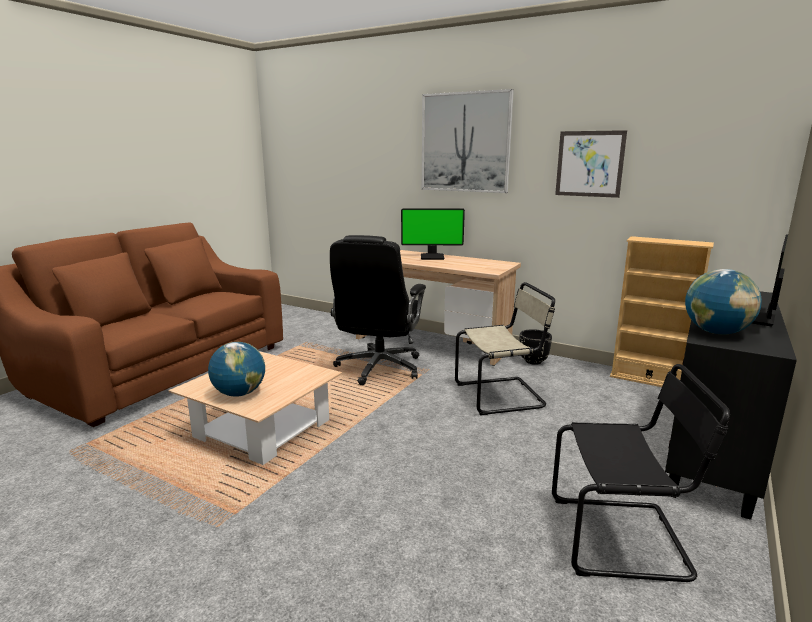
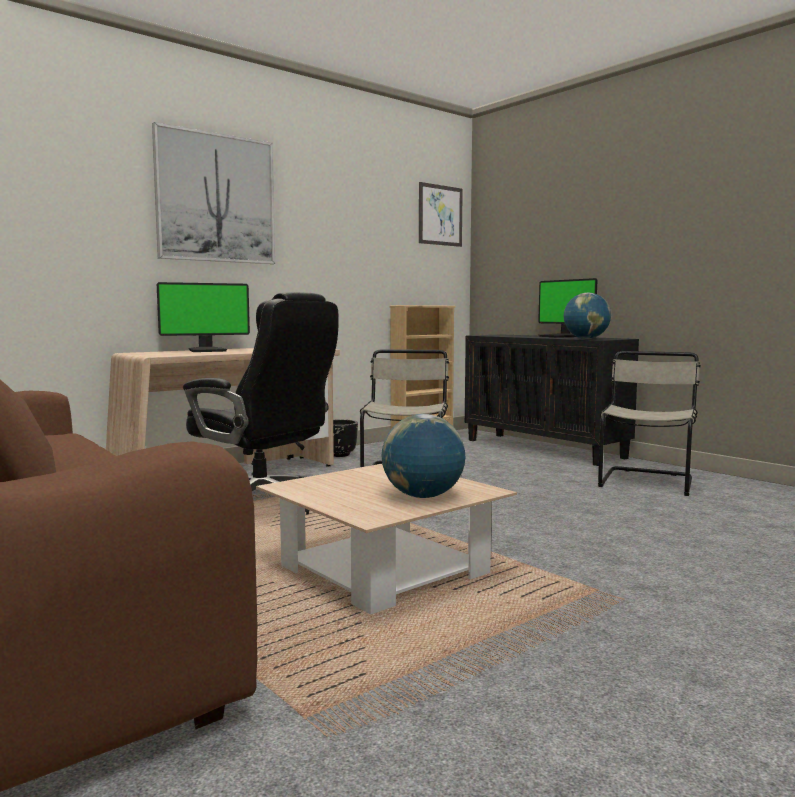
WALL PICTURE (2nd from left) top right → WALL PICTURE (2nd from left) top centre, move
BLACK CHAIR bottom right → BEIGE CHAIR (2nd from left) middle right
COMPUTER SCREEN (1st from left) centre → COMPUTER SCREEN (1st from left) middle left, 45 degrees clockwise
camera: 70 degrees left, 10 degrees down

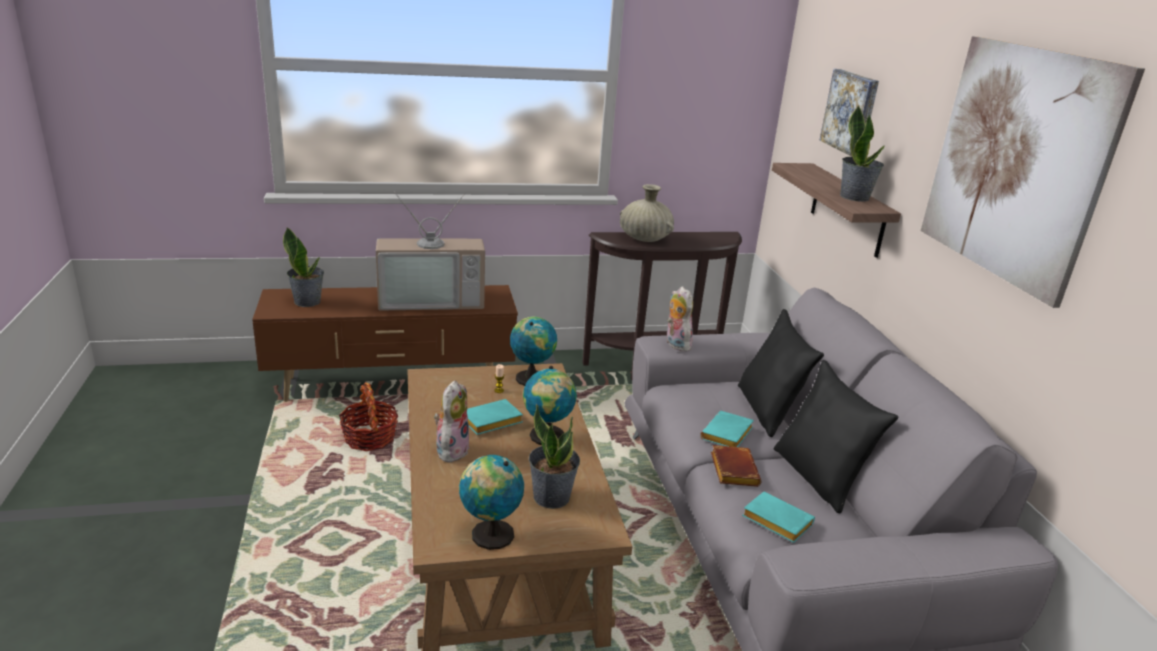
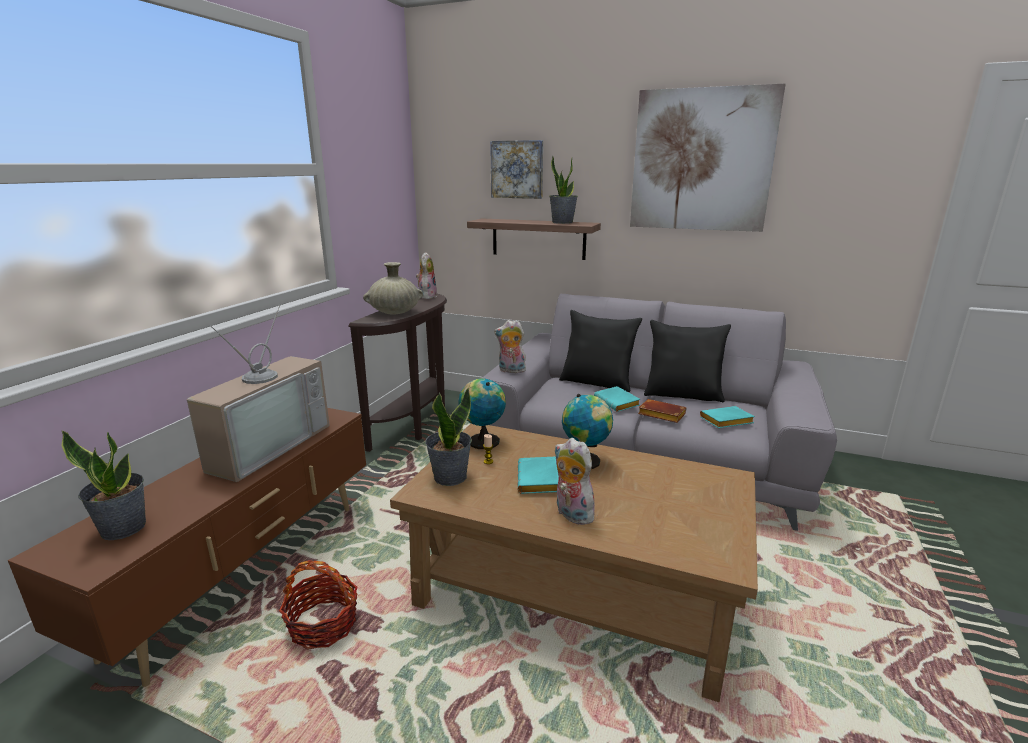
WORLD GLOBE (1st from left) bottom centre → -
- → CUDDLY TOY (1st from left) centre
POTTED PLANT (2nd from left) bottom centre → POTTED PLANT (2nd from left) centre, move
camera: 55 degrees left, 5 degrees down

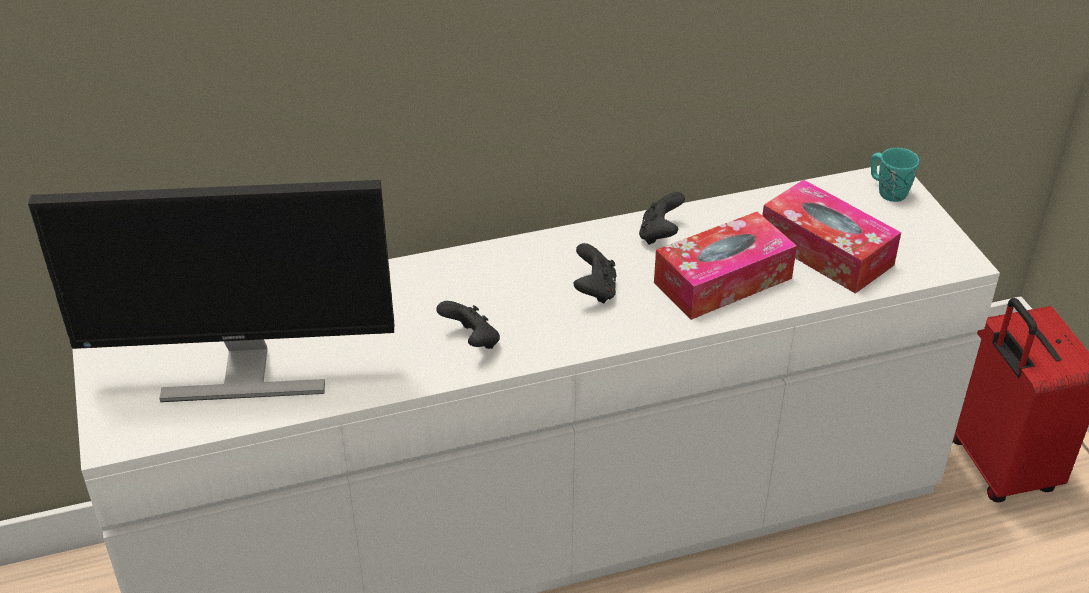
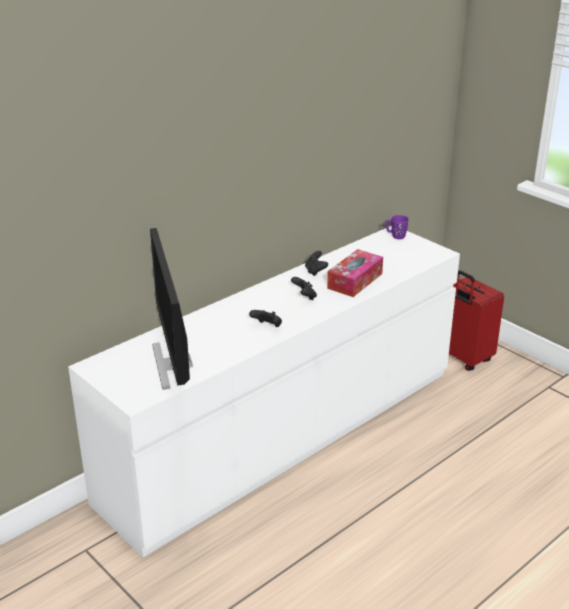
TISSUE HOLDER (2nd from left) middle right → -
TURQUOISE-COLOURED MUG top right → PURPLE-COLOURED MUG middle right
COMPUTER SCREEN middle left, 105 degrees clockwise
camera: 25 degrees left, 10 degrees down

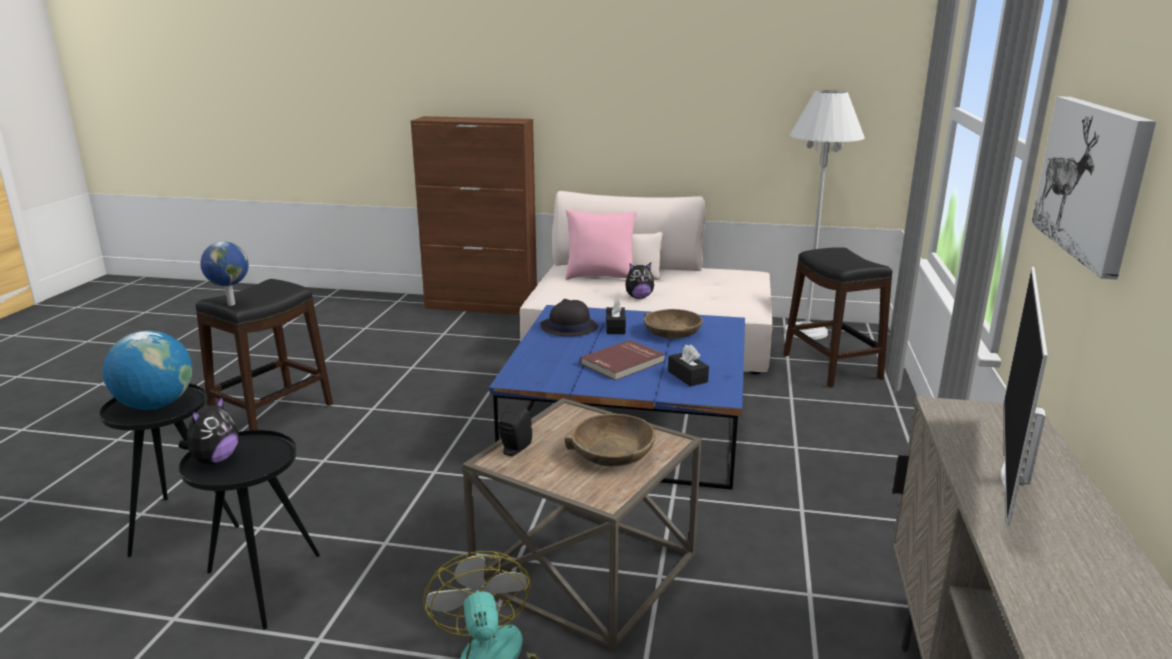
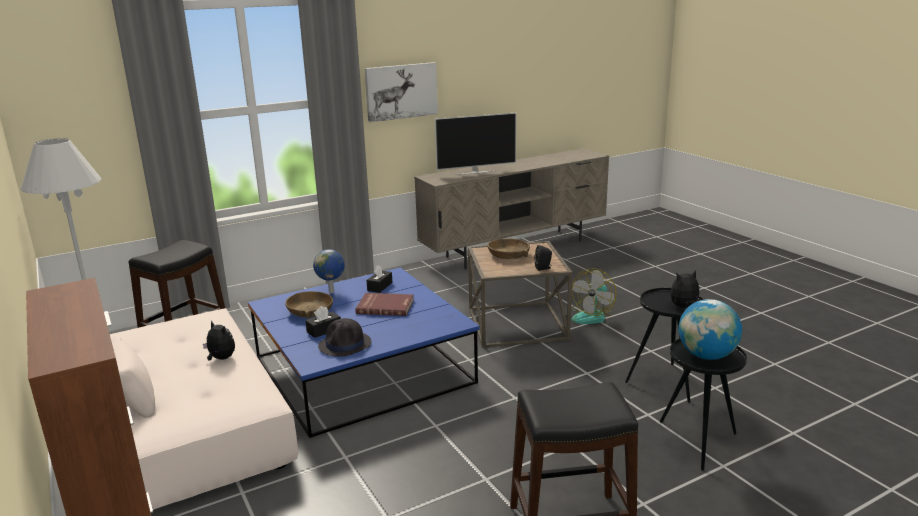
PINKISH THROW PILLOW centre → -
WORLD GLOBE (2nd from left in the first image) middle left → WORLD GLOBE (1st from left) centre, move
camera: 130 degrees left, 0 degrees up

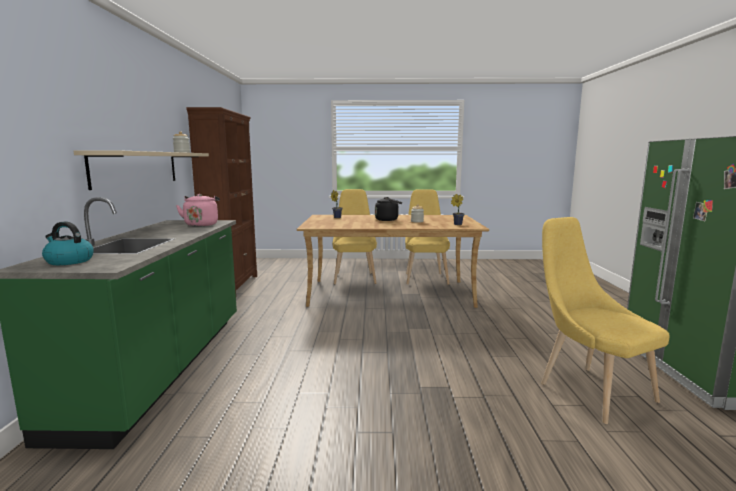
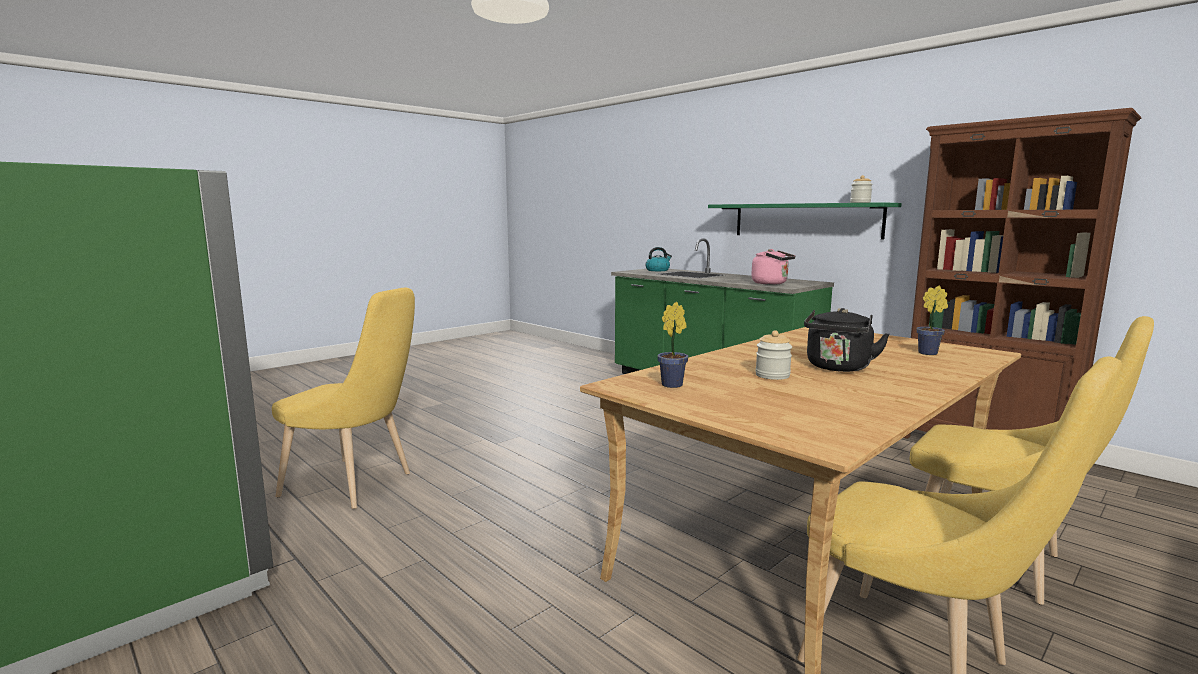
BEIGE WALL SHELF middle left → GREENISH WALL SHELF top right
camera: 135 degrees right, 0 degrees up

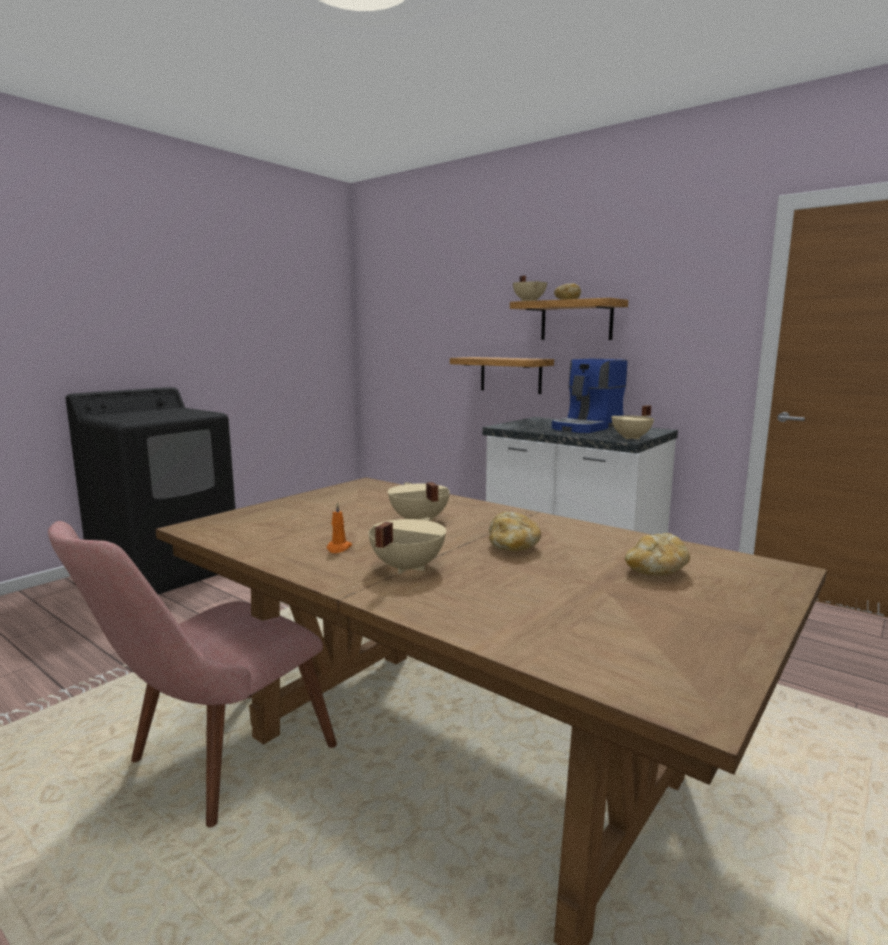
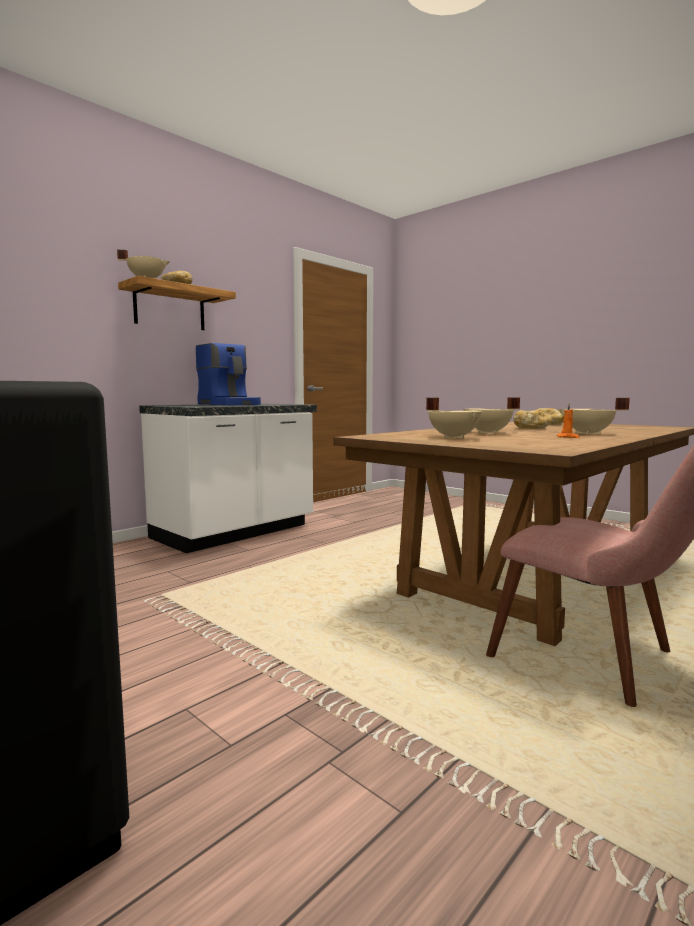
WALL SHELF (1st from left) centre → -
BEIGE COOKING POT (4th from left in the first image) middle right → BEIGE COOKING POT (2nd from left) centre, move
camera: 85 degrees left, 5 degrees down

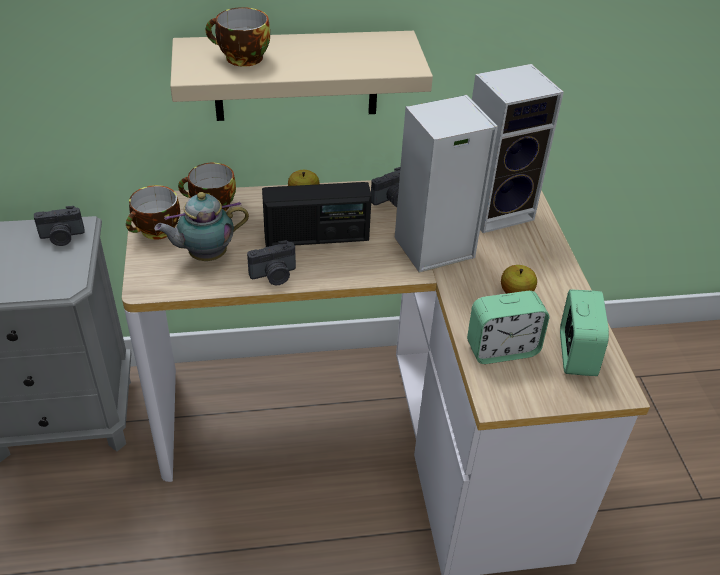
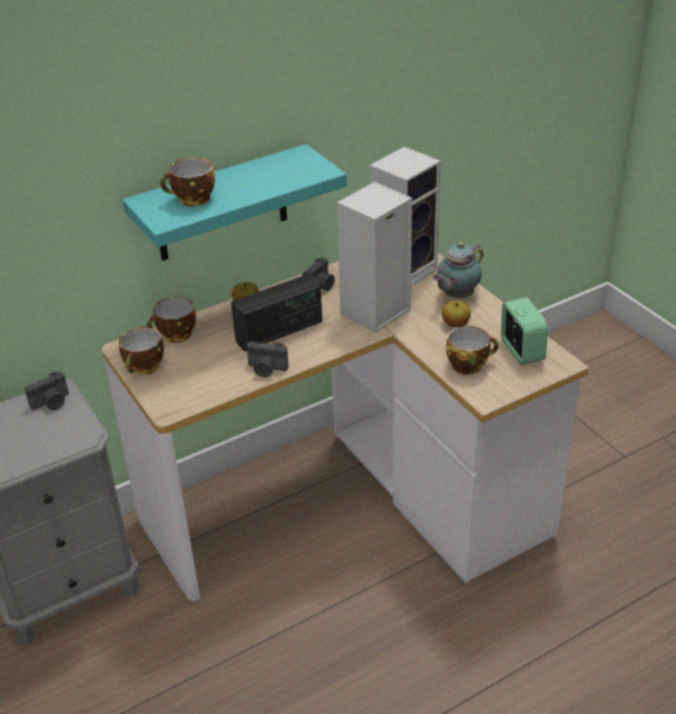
TEAPOT middle left → TEAPOT middle right, move
TABLE CLOCK (1st from left) middle right → CUP (4th from left) middle right
BEIGE WALL SHELF top centre → TURQUOISE-COLOURED WALL SHELF top centre
STILL CAMERA (2nd from left) centre, 60 degrees clockwise
camera: 20 degrees left, 5 degrees down

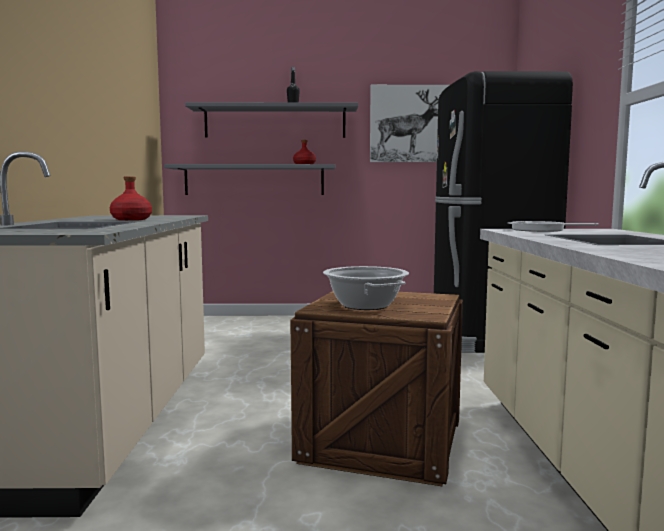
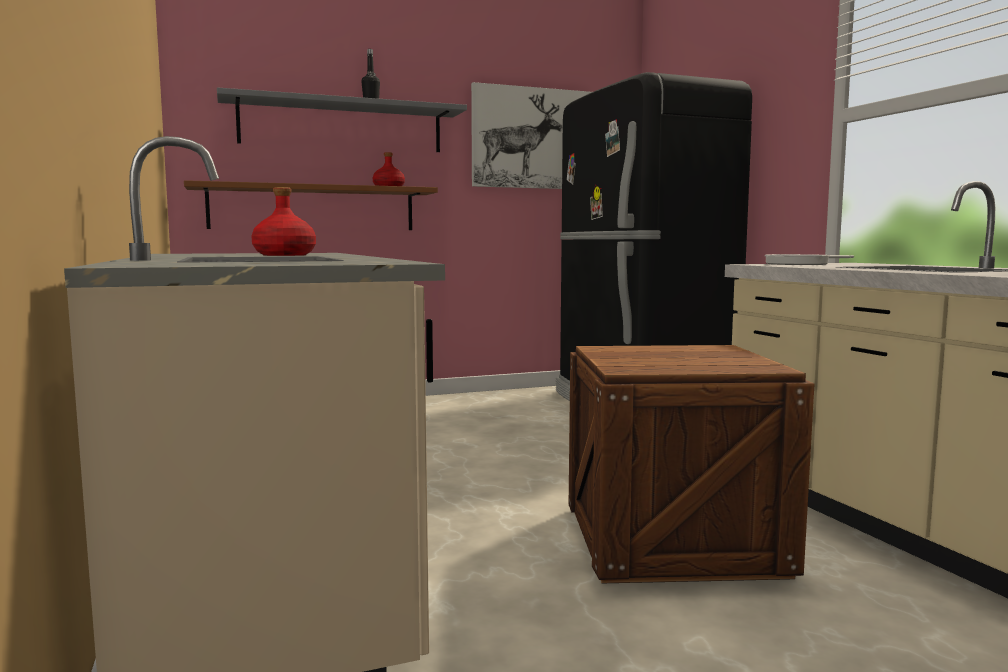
COOKING POT centre → -
GREYISH WALL SHELF (1st from left) centre → BROWN WALL SHELF top left
camera: 20 degrees left, 0 degrees up

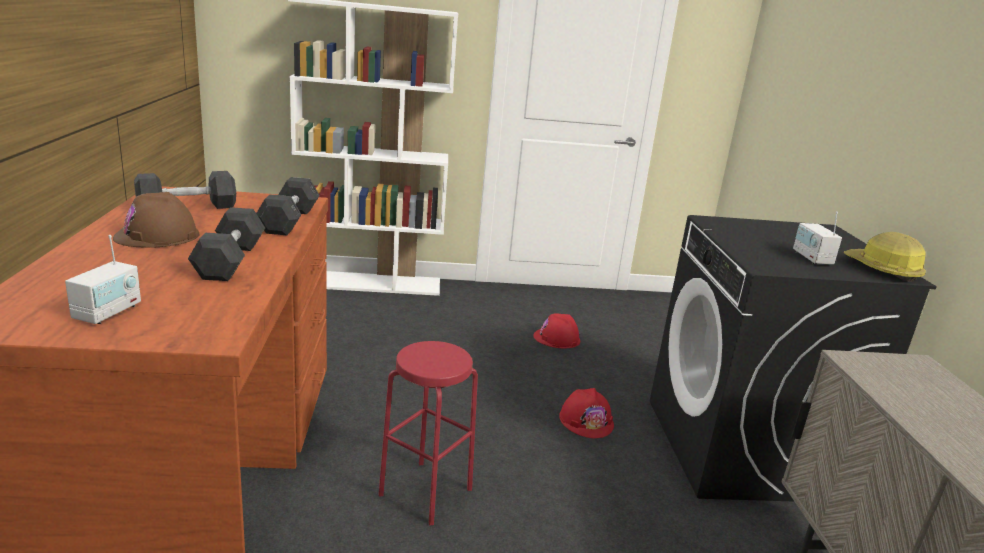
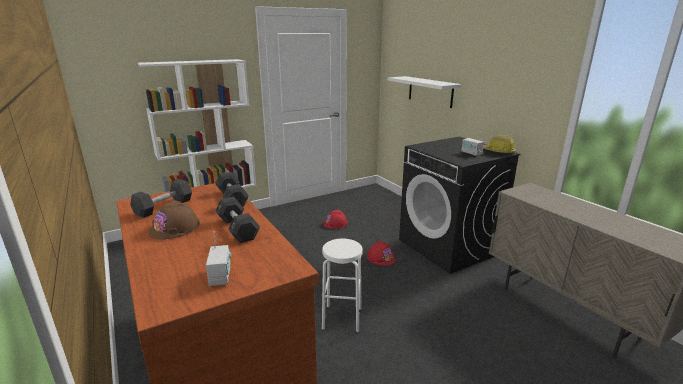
- → WHITISH WALL SHELF top centre
RED SITTING STOOL bottom centre → WHITISH SITTING STOOL bottom centre
camera: 25 degrees left, 0 degrees up

